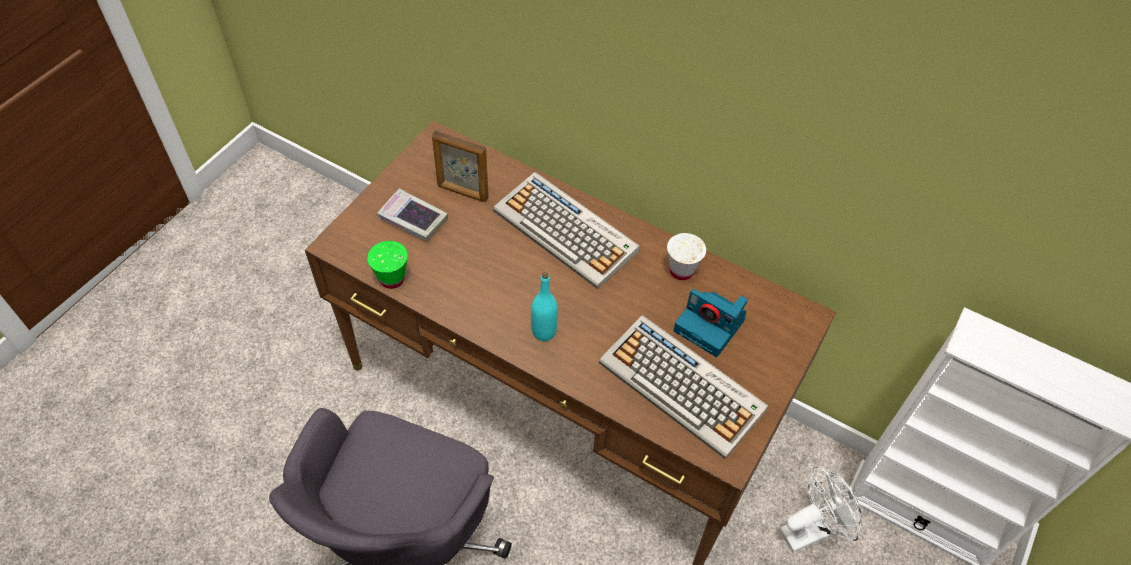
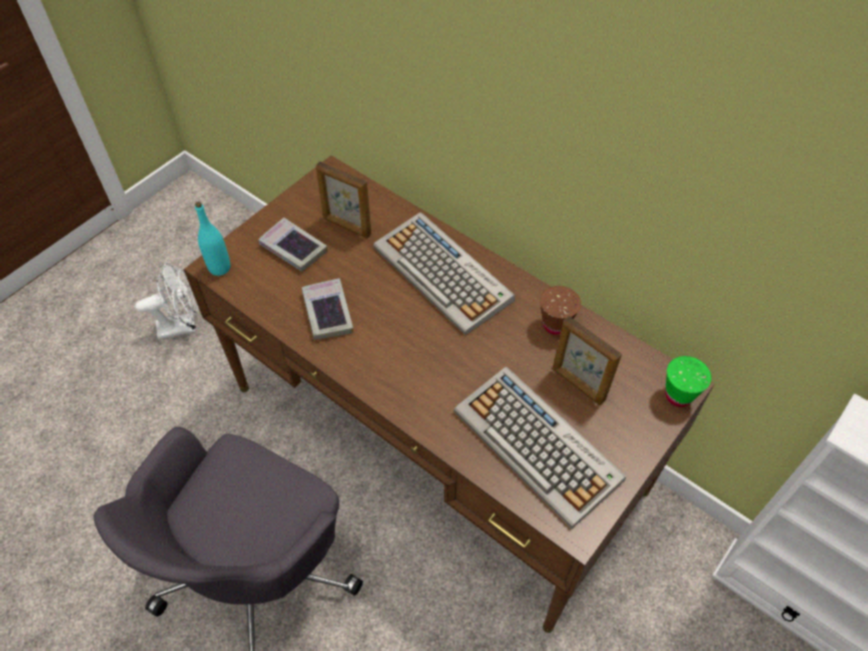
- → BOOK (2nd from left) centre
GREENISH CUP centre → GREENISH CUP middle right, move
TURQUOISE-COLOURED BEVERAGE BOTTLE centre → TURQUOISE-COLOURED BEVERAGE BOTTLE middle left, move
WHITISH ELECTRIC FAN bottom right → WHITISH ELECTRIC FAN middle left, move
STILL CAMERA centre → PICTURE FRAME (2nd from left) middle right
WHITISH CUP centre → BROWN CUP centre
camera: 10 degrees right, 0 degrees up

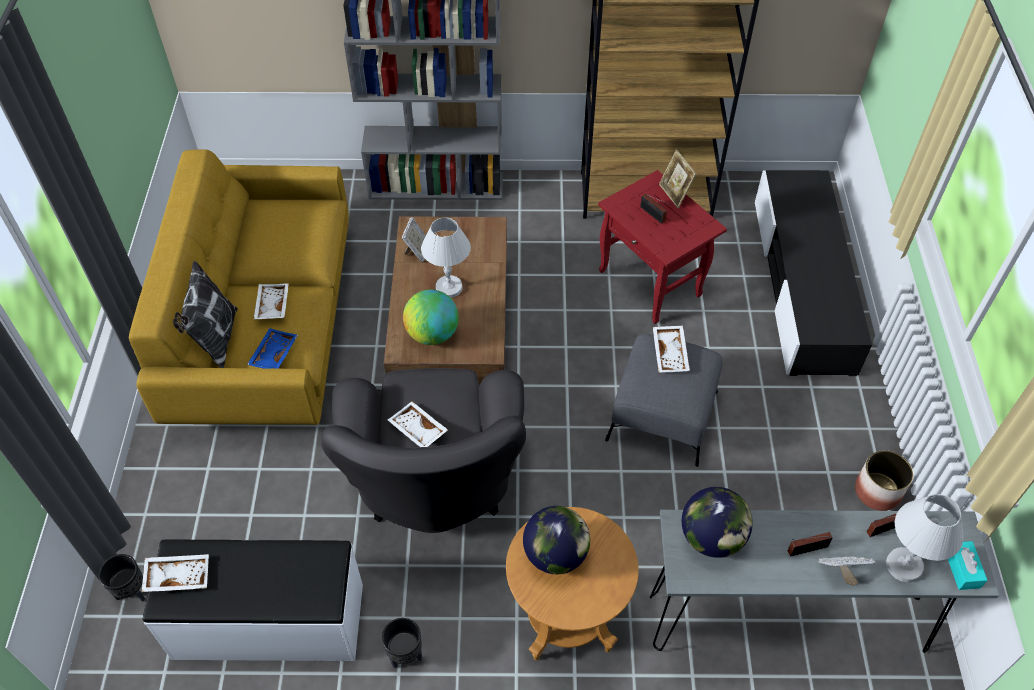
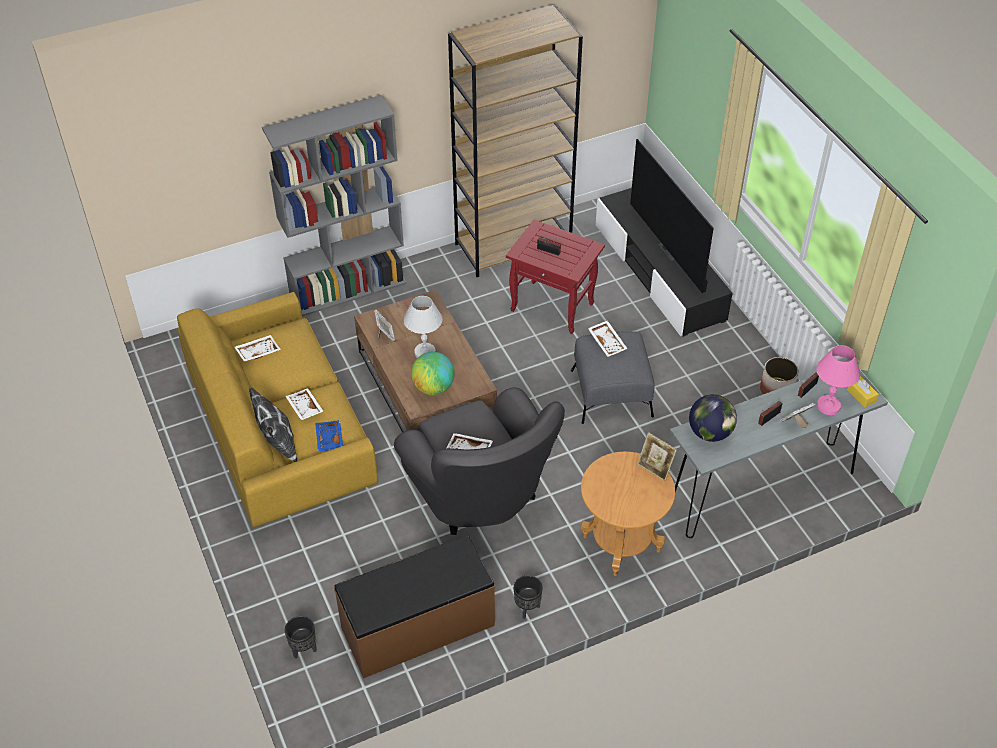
WORLD GLOBE (2nd from left) bottom centre → -
- → TV SET top right
WHITISH CARRYING TRAY (1st from left) bottom left → WHITISH CARRYING TRAY (1st from left) middle left, move
PICTURE FRAME (2nd from left) top centre → PICTURE FRAME (2nd from left) centre, move
WHITISH LONG SEAT bottom left → BROWN LONG SEAT bottom centre
WHITISH TABLE LAMP (2nd from left) bottom right → PINKISH TABLE LAMP middle right
TURQUOISE-COLOURED TISSUE HOLDER bottom right → YELLOW-COLOURED TISSUE HOLDER middle right
camera: 25 degrees left, 5 degrees down

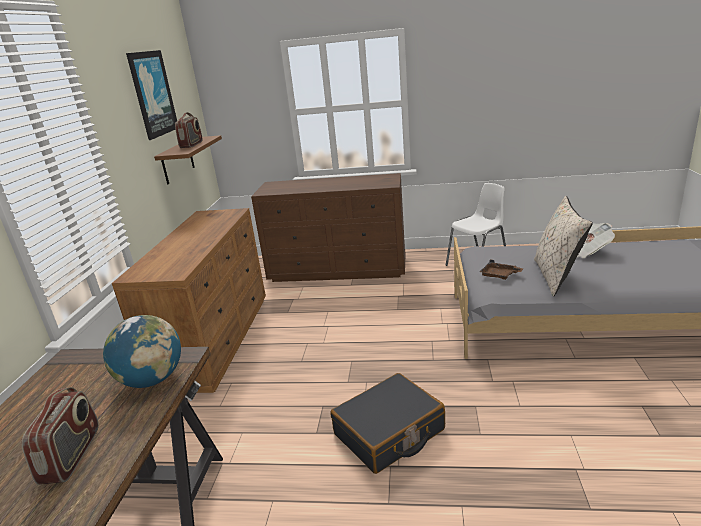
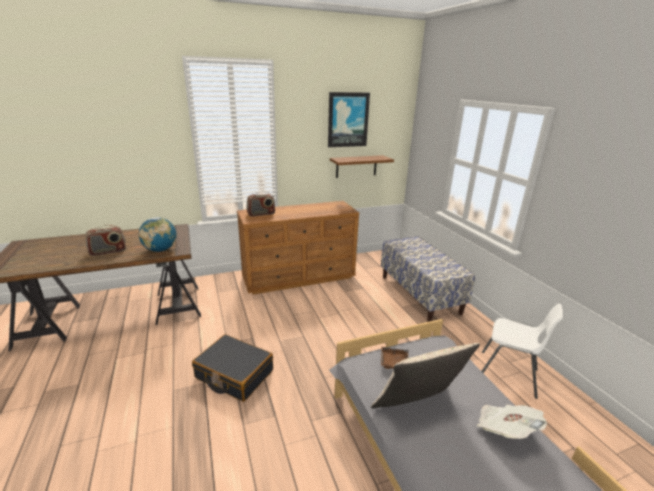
RADIO (2nd from left) top left → RADIO (2nd from left) centre, move
BROWN DRESSER (2nd from left) centre → LONG SEAT centre
camera: 60 degrees right, 0 degrees up

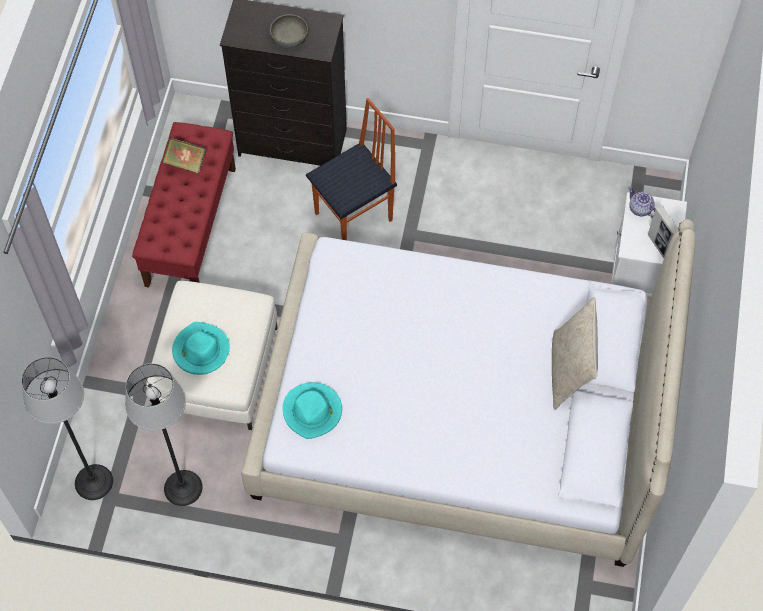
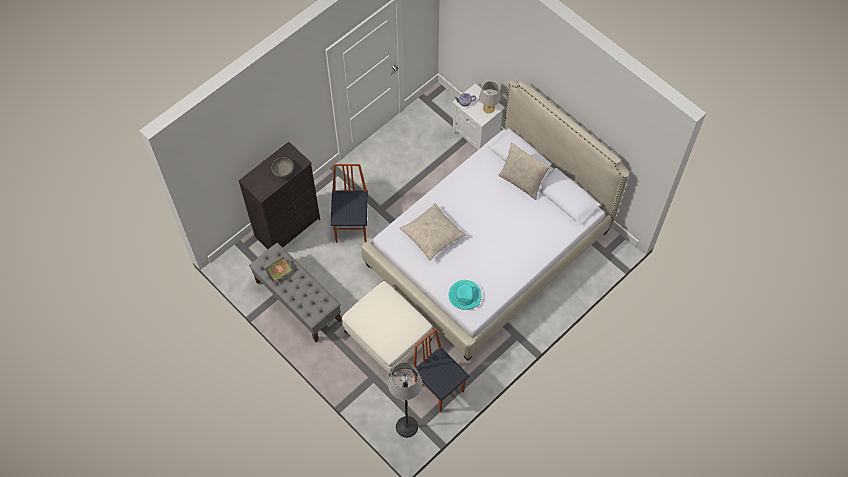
TURQUOISE-COLOURED CLOTHING HAT (1st from left) middle left → -
- → BEIGE THROW PILLOW (1st from left) centre
STANDARD LAMP (2nd from left) bottom left → CHAIR (2nd from left) bottom centre
PICTURE FRAME middle right → GREYISH TABLE LAMP top centre
RED LONG SEAT middle left → GREYISH LONG SEAT centre
camera: 55 degrees left, 0 degrees up

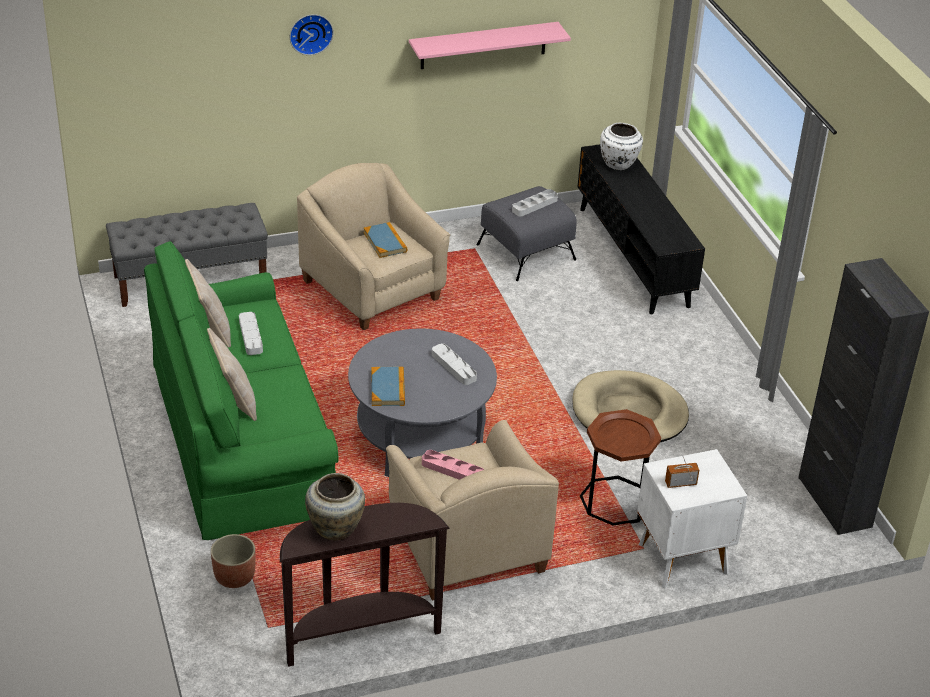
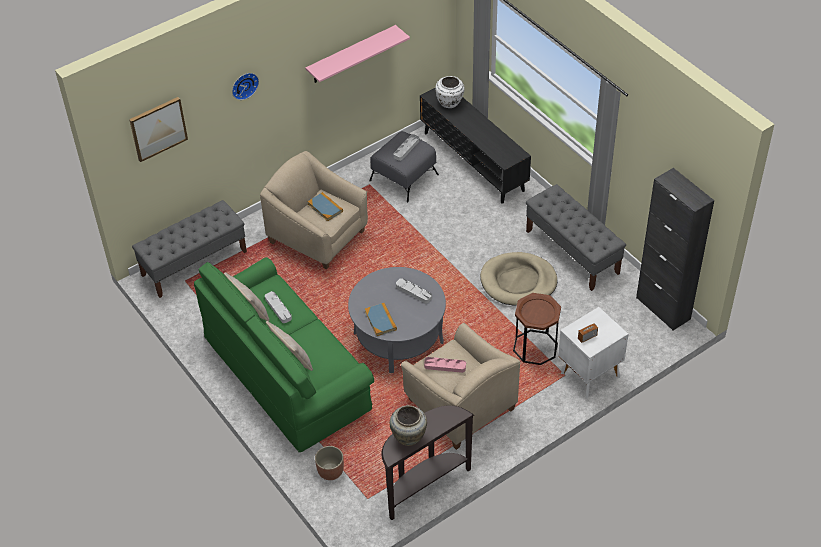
- → WALL PICTURE top left
- → GREYISH LONG SEAT (2nd from left) middle right
camera: 15 degrees left, 10 degrees up

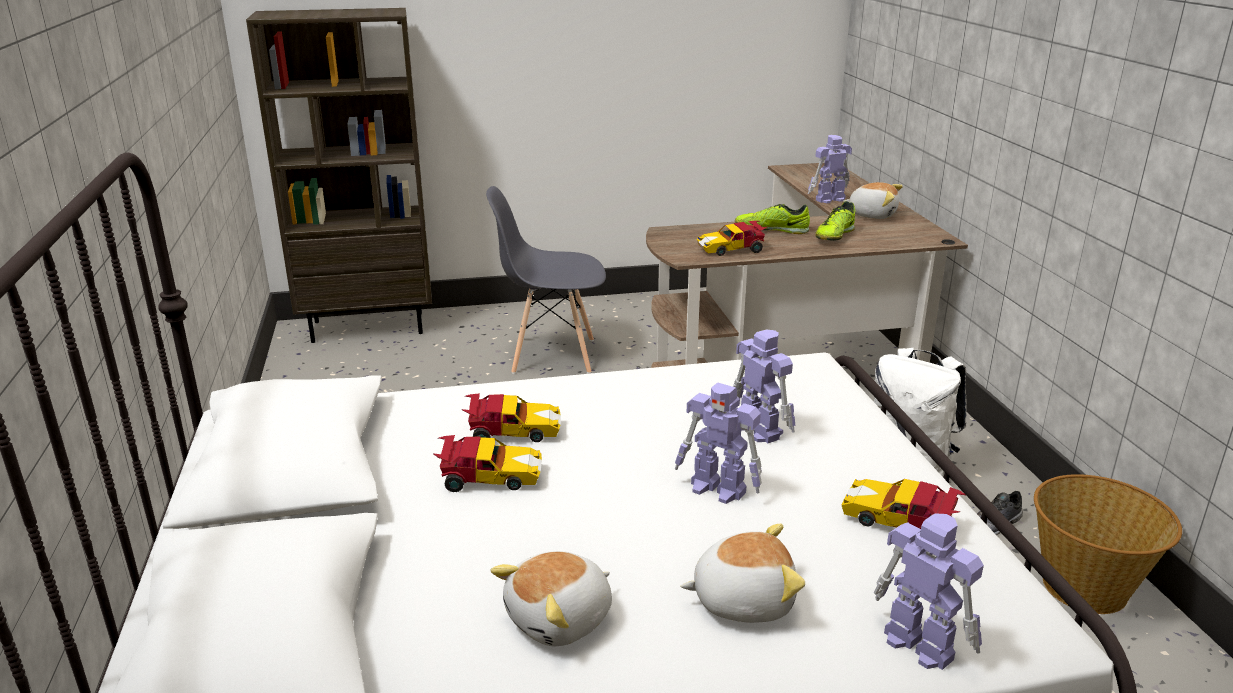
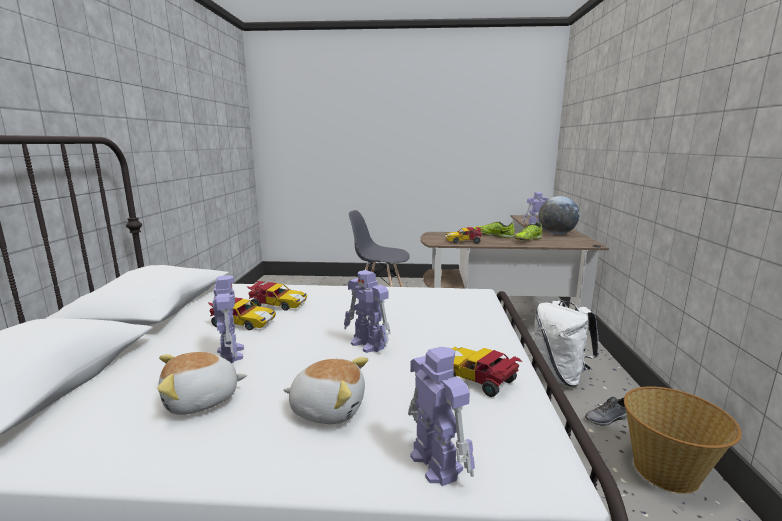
BROWN BOOKSHELF top left → -
TOY ROBOT (2nd from left in the first image) centre → TOY ROBOT (1st from left) middle left, move
CUDDLY TOY (3rd from left) top right → WORLD GLOBE middle right
camera: 15 degrees right, 10 degrees down

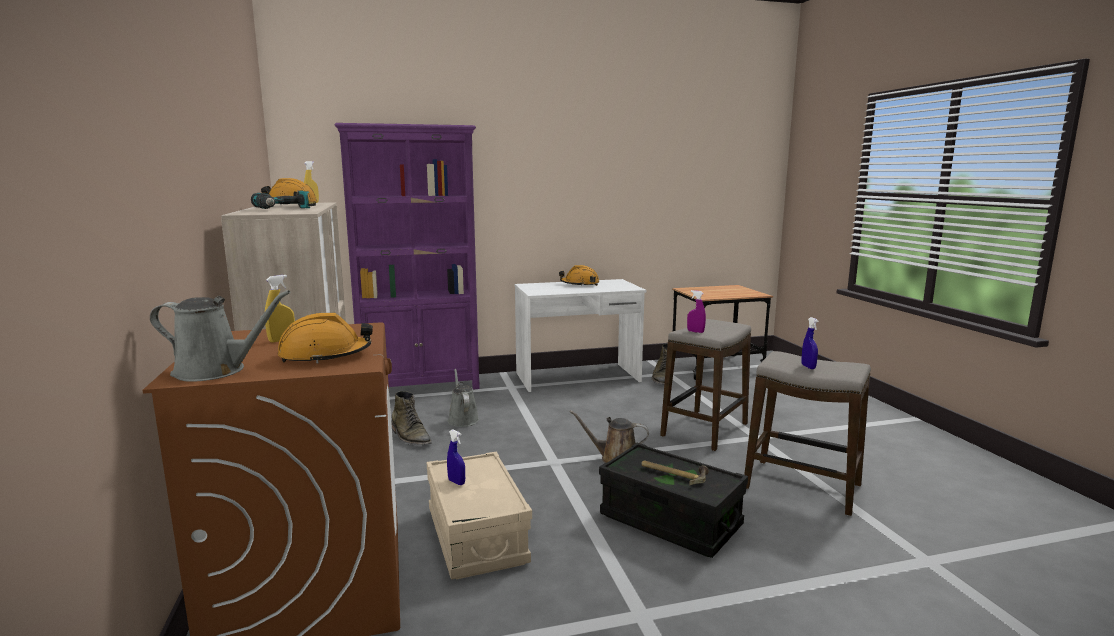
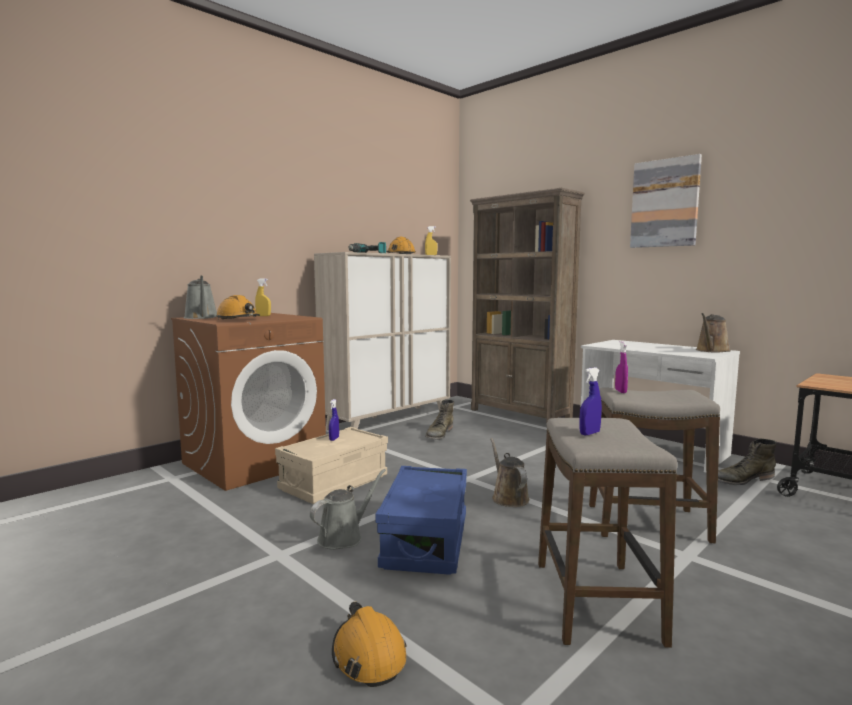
TOOL HAMMER bottom centre → -
- → WALL PICTURE top right
- → BROWN WATERING POT (2nd from left) middle right
GREYISH WATERING POT (2nd from left) centre → GREYISH WATERING POT (2nd from left) bottom centre, move
ORANGE-COLOURED WORK HELMET (3rd from left in the first image) centre → ORANGE-COLOURED WORK HELMET (2nd from left) bottom centre, move
PURPLE-COLOURED BOOKSHELF centre → BROWN BOOKSHELF centre
BLACK STORAGE CONTAINER bottom centre → BLUE-COLOURED STORAGE CONTAINER bottom centre
camera: 60 degrees right, 5 degrees down

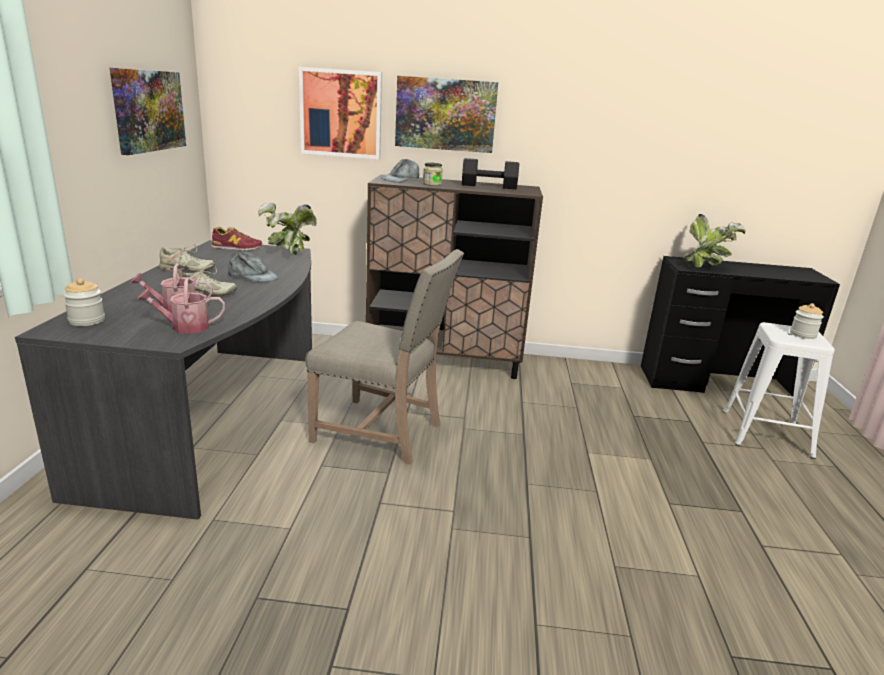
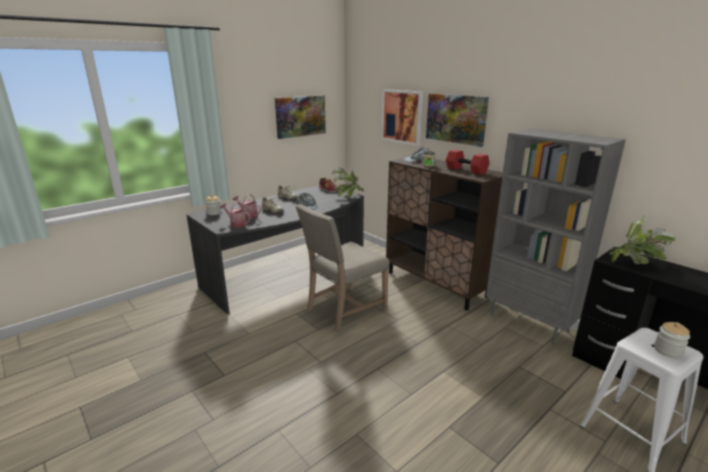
- → GREYISH BOOKSHELF middle right
BLACK DUMBBELL top centre → RED DUMBBELL centre
BEIGE CHAIR centre, 75 degrees clockwise
camera: 45 degrees right, 0 degrees up

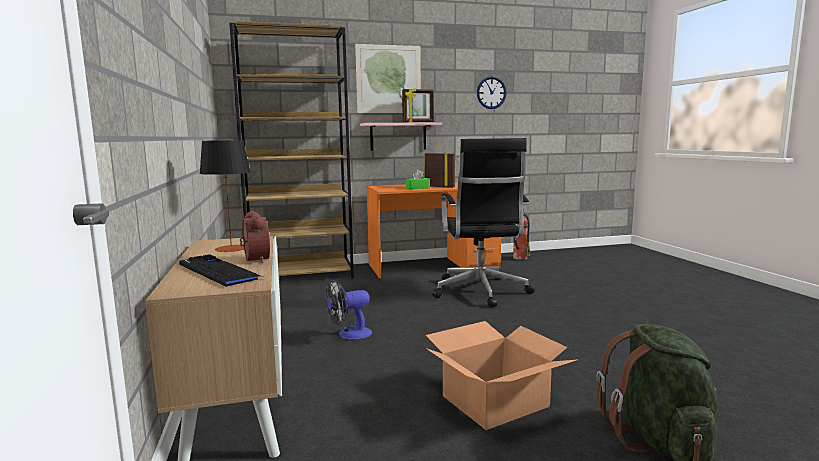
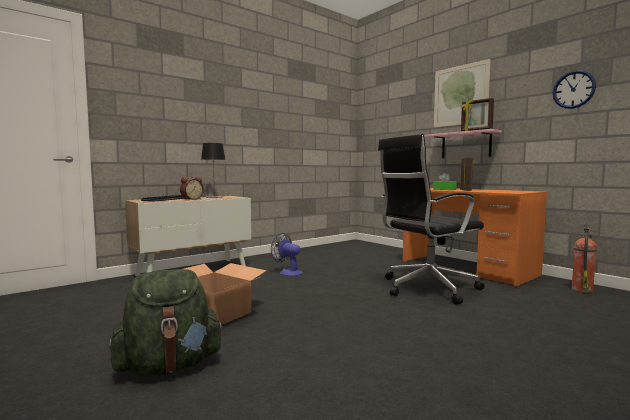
BROWN BOOKSHELF top centre → -
camera: 65 degrees right, 5 degrees down

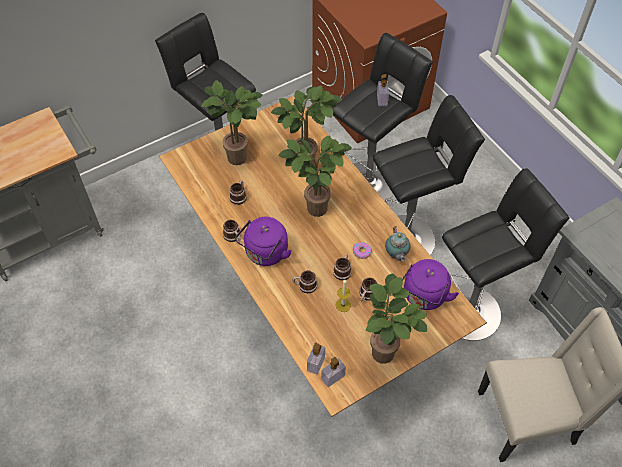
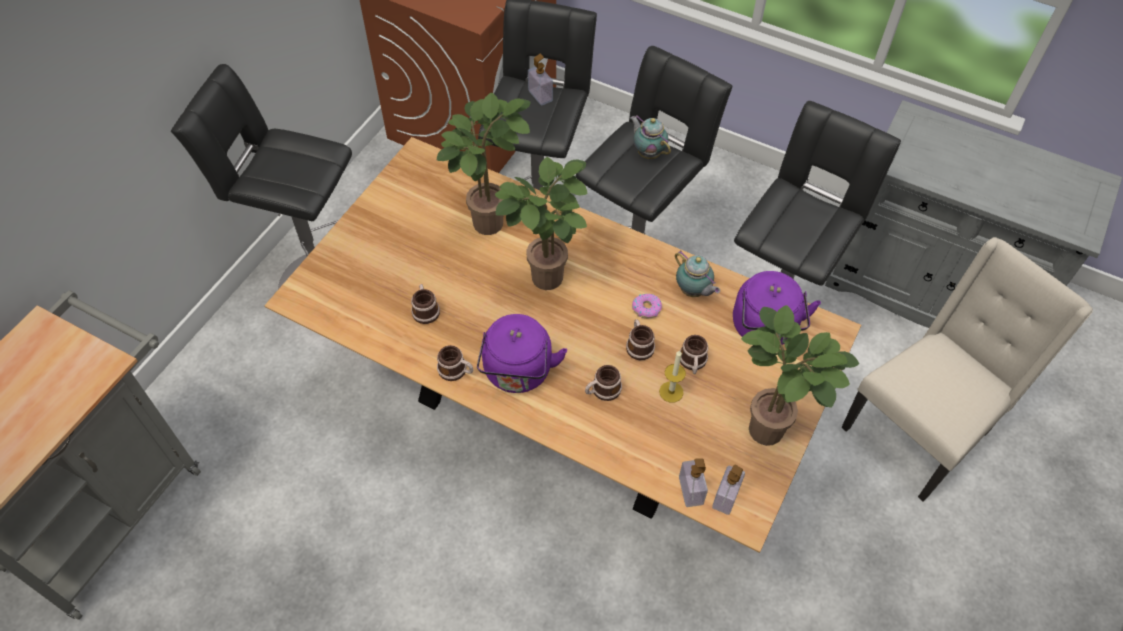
POTTED PLANT (1st from left) top centre → -
- → TEAPOT (1st from left) top centre
camera: 30 degrees left, 0 degrees up

